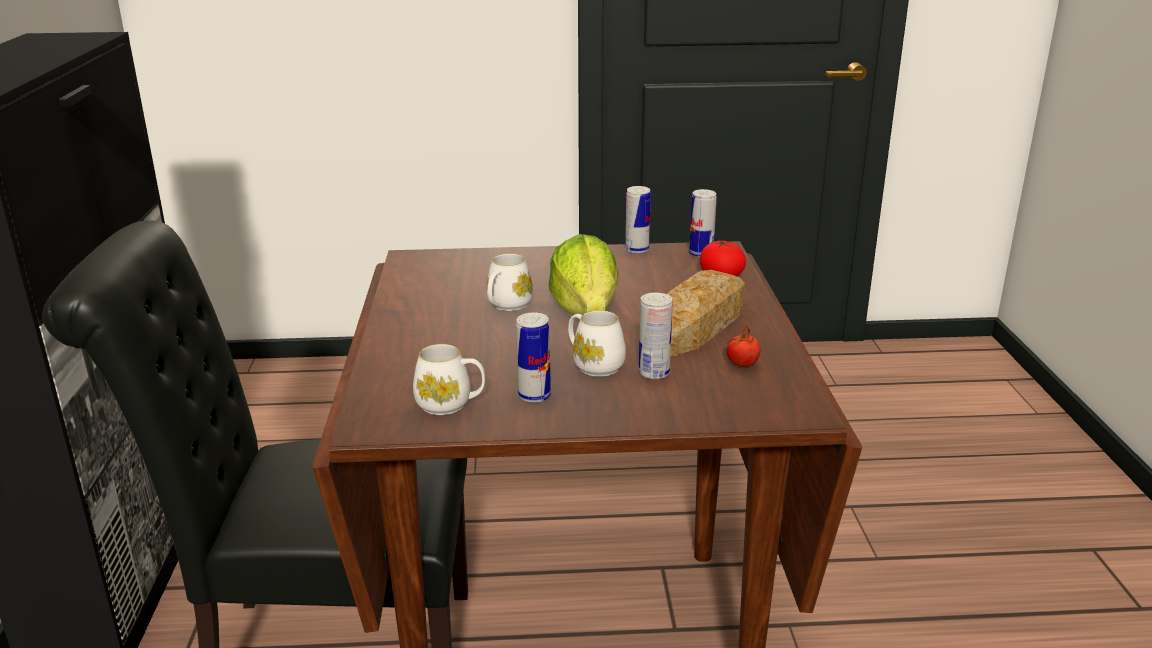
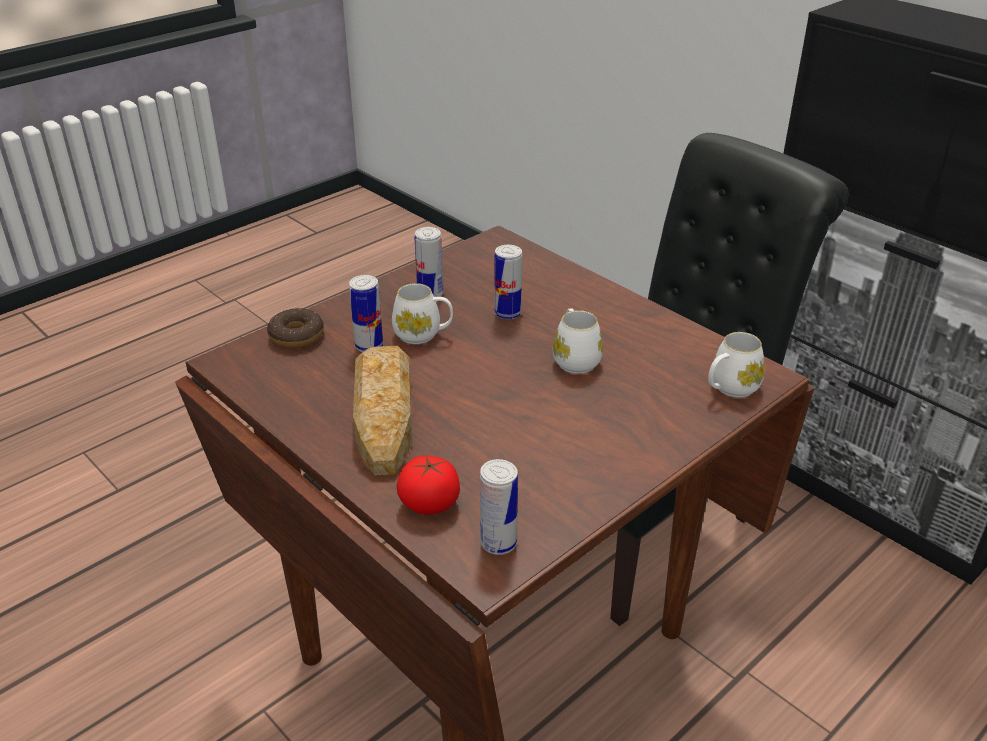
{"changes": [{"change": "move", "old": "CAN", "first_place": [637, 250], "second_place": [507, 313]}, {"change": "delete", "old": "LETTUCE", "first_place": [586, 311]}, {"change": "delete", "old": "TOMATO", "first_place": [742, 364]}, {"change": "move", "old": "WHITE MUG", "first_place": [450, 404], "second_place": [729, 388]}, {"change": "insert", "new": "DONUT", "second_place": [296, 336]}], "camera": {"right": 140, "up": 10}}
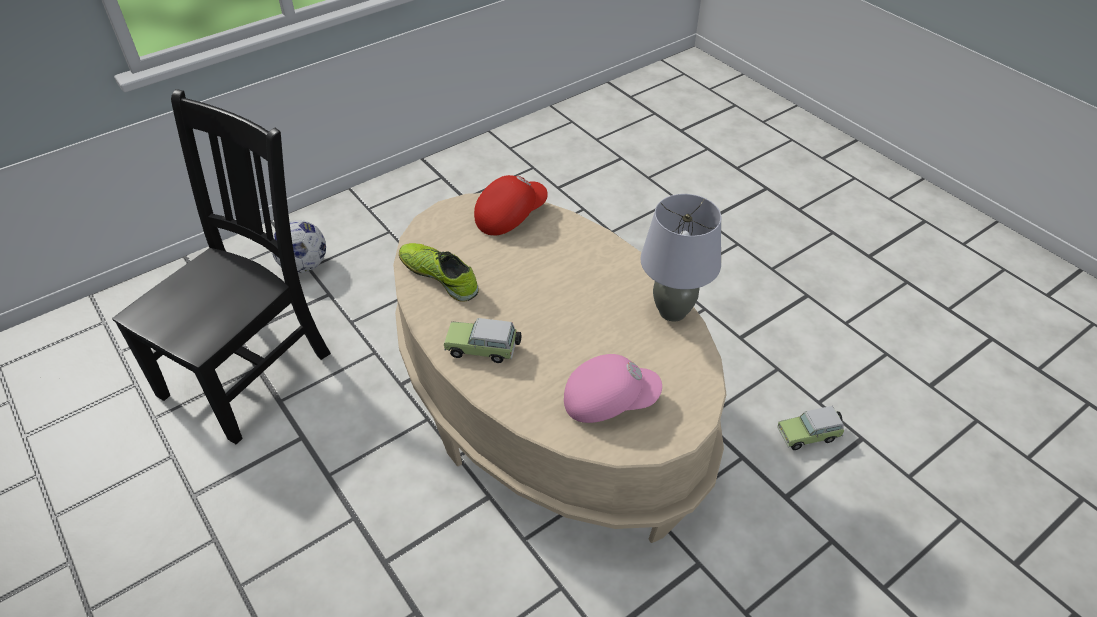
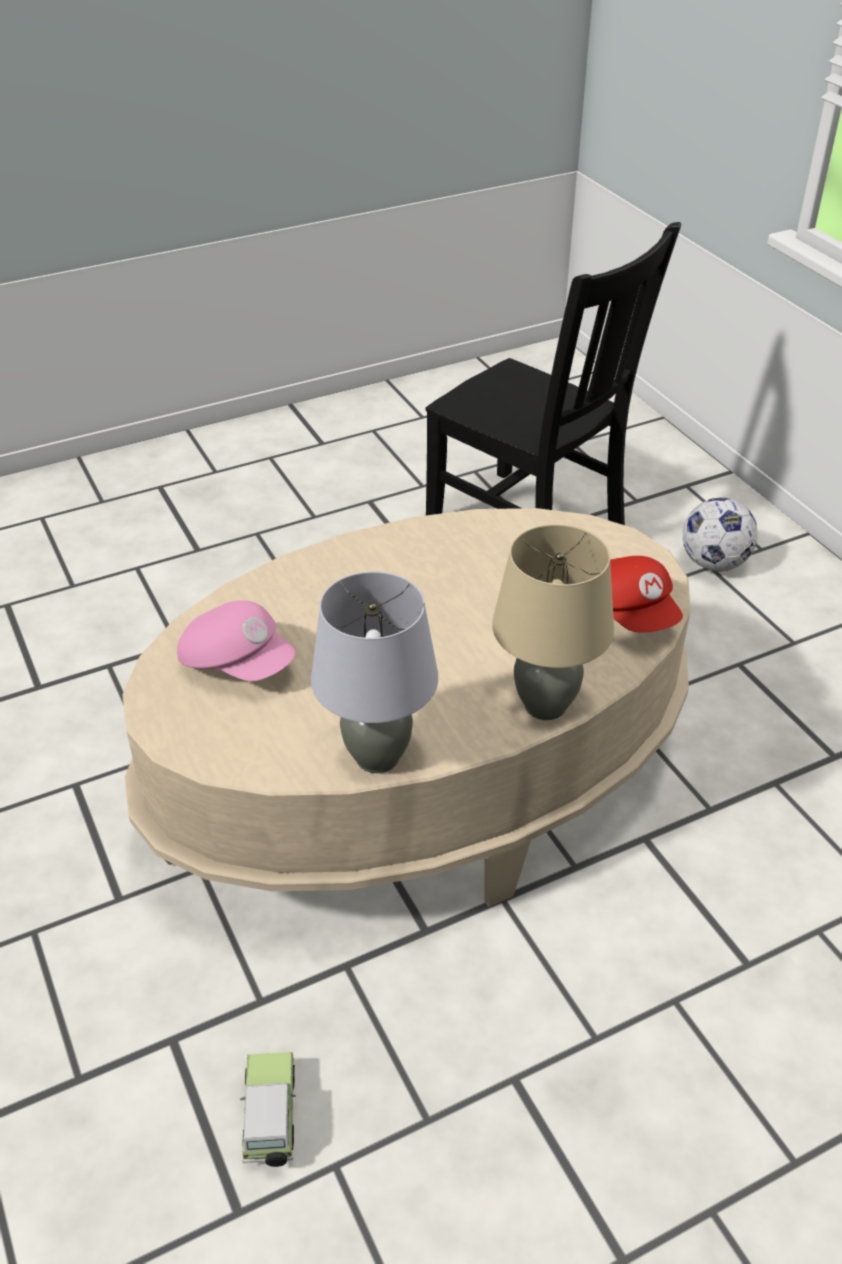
{"changes": [{"change": "delete", "old": "SHOE", "first_place": [439, 276]}, {"change": "delete", "old": "TOY CAR", "first_place": [484, 349]}, {"change": "rotate", "old": "PINK CAP", "first_place": [609, 400], "second_place": [238, 663], "degrees": -60}, {"change": "insert", "new": "BEIGE TABLE LAMP", "second_place": [545, 705]}], "camera": {"right": 100, "up": -5}}
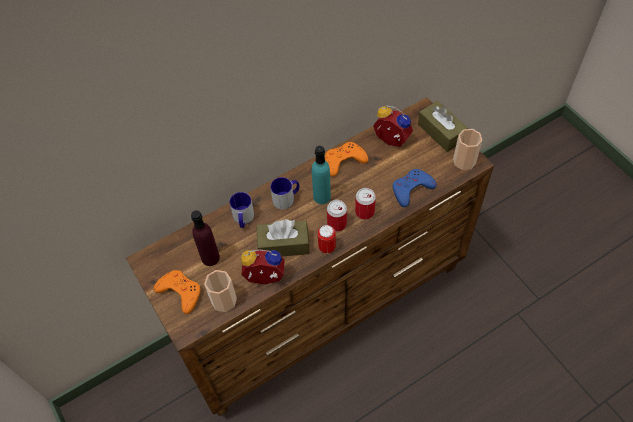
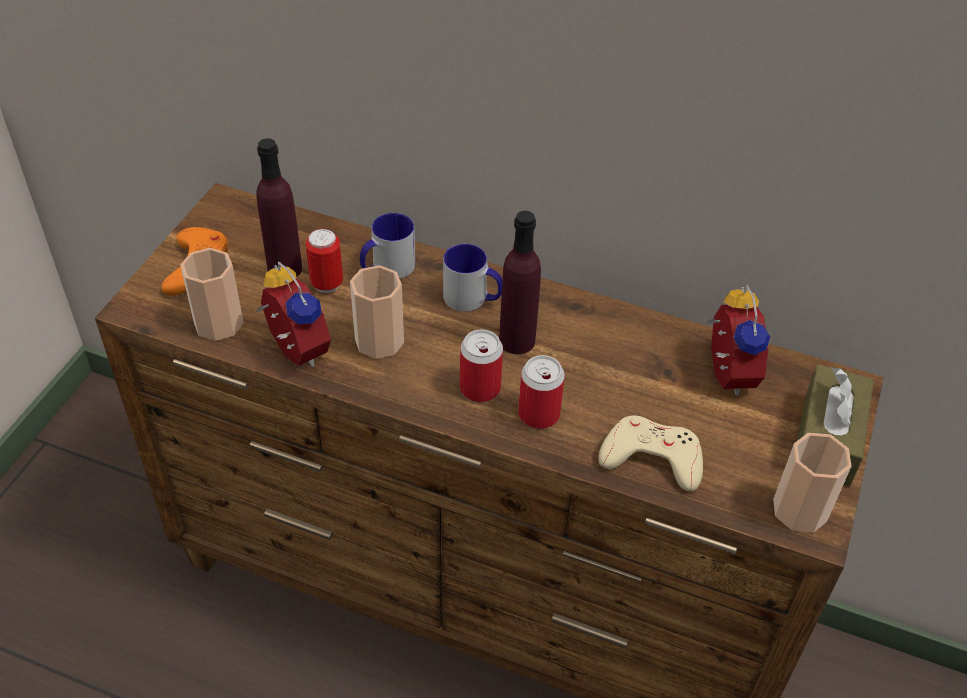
{"changes": [{"change": "delete", "old": "ORANGE GAME CONTROLLER", "first_place": [344, 161]}, {"change": "recolor", "old": "TURQUOISE BOTTLE", "new": "PURPLE BOTTLE", "first_place": [321, 196], "second_place": [517, 340]}, {"change": "recolor", "old": "BLUE GAME CONTROLLER", "new": "BEIGE GAME CONTROLLER", "first_place": [411, 189], "second_place": [651, 458]}, {"change": "replace", "old": "BROWN TISSUE BOX", "new": "CUP", "first_place": [283, 245], "second_place": [379, 341]}, {"change": "move", "old": "CAN", "first_place": [327, 247], "second_place": [327, 284]}], "camera": {"right": 50, "up": -10}}
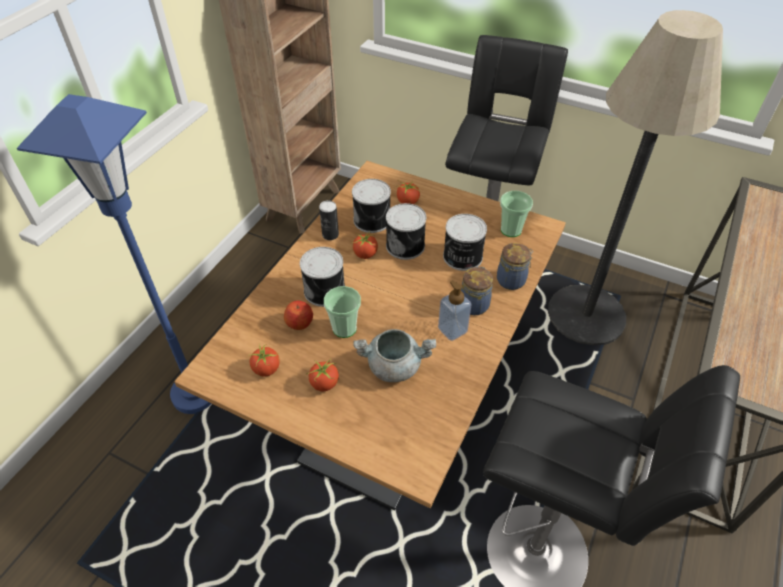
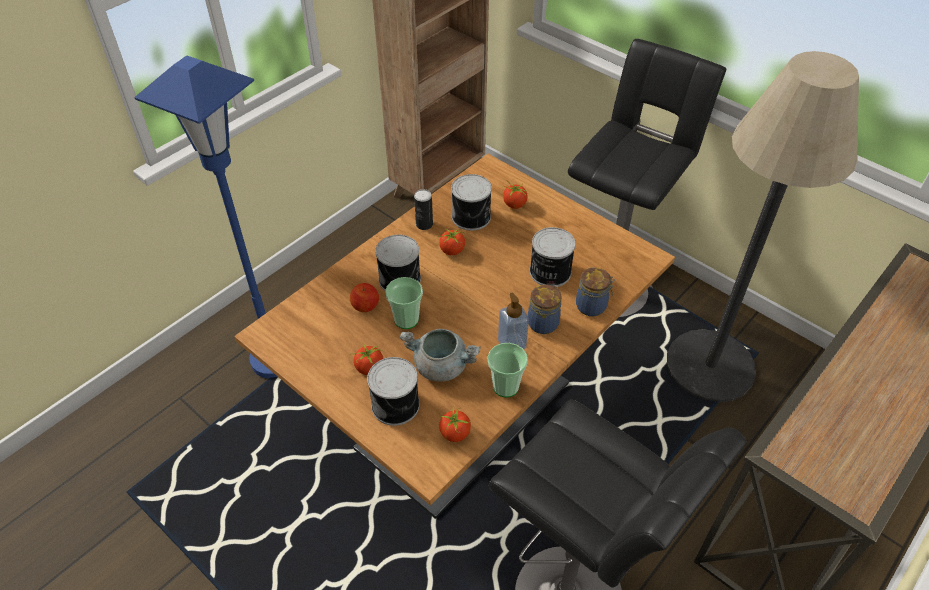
{"changes": [{"change": "move", "old": "CUP", "first_place": [511, 230], "second_place": [505, 386]}, {"change": "move", "old": "CAN", "first_place": [406, 245], "second_place": [396, 404]}, {"change": "move", "old": "TOMATO", "first_place": [266, 369], "second_place": [455, 434]}], "camera": {"right": 15, "up": 0}}
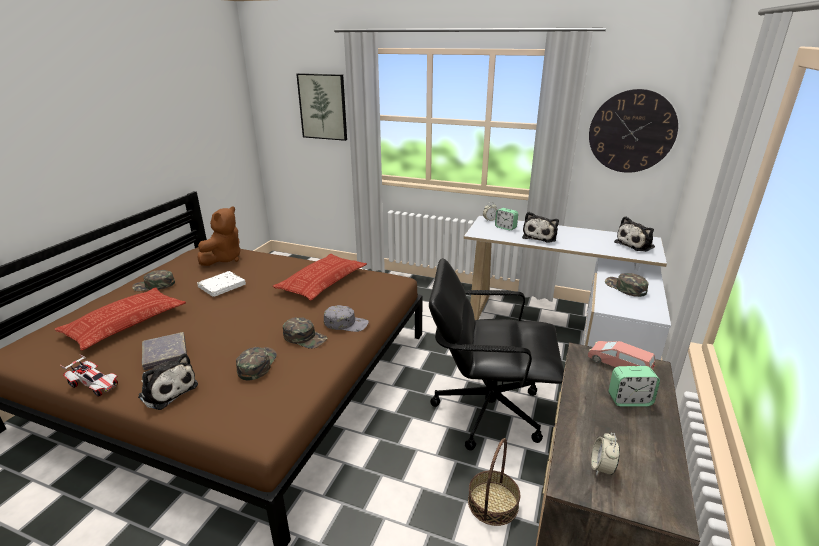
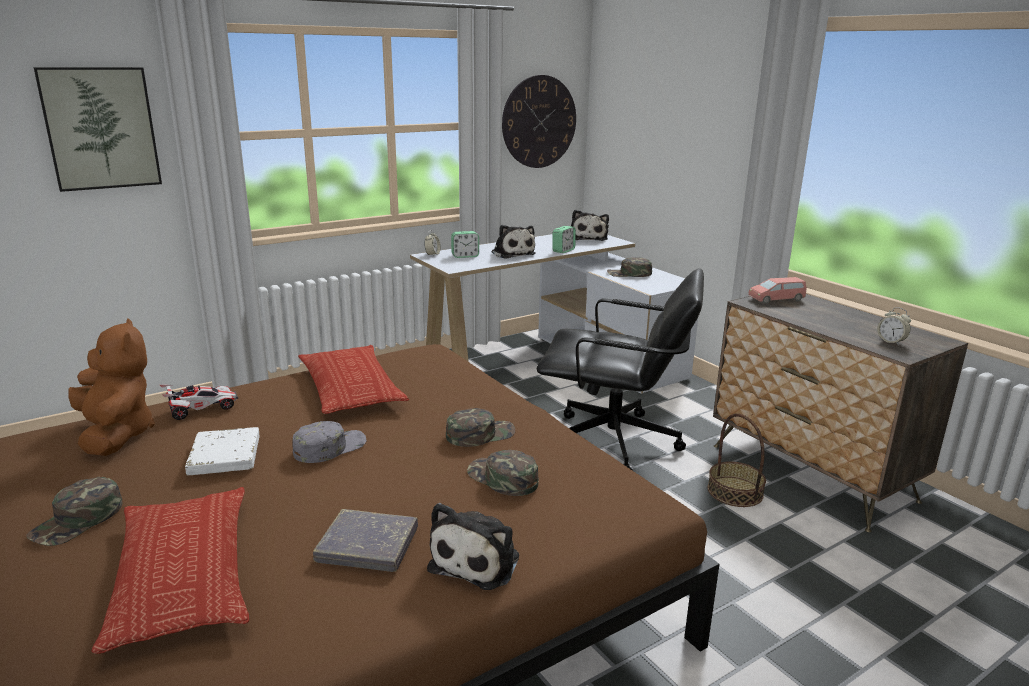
{"changes": [{"change": "rotate", "old": "BLACK OFFICE CHAIR", "first_place": [487, 409], "second_place": [615, 443], "degrees": -120}, {"change": "move", "old": "GREY CAP", "first_place": [346, 323], "second_place": [329, 447]}, {"change": "rotate", "old": "PLUSH TOY", "first_place": [167, 390], "second_place": [478, 560], "degrees": 135}, {"change": "move", "old": "TOY CAR", "first_place": [95, 385], "second_place": [201, 409]}, {"change": "move", "old": "ALARM CLOCK", "first_place": [629, 400], "second_place": [563, 250]}], "camera": {"right": -55, "up": -5}}
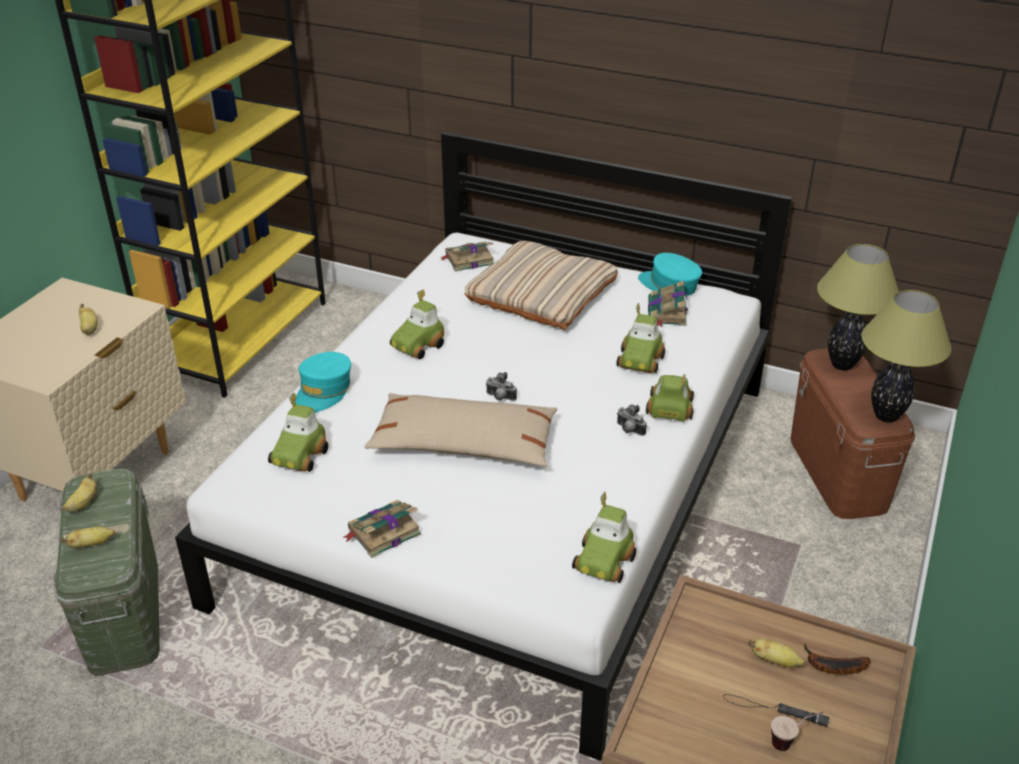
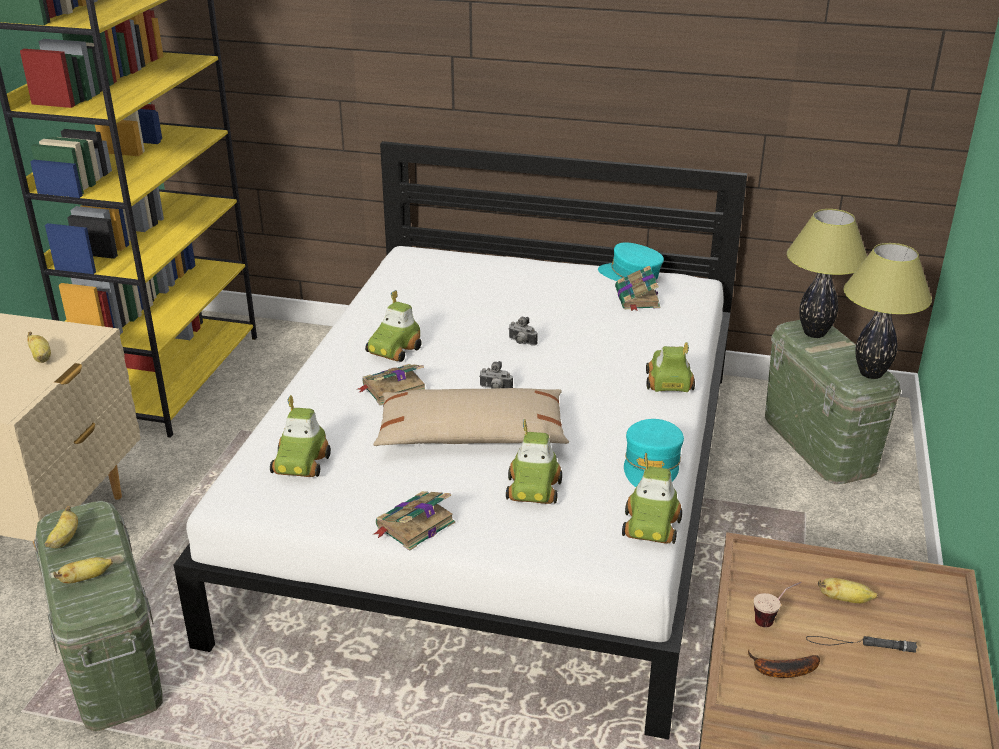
{"changes": [{"change": "delete", "old": "BEIGE PILLOW", "first_place": [541, 293]}, {"change": "move", "old": "BOOK", "first_place": [468, 260], "second_place": [392, 389]}, {"change": "move", "old": "TOY CAR", "first_place": [641, 361], "second_place": [534, 490]}, {"change": "recolor", "old": "BROWN STORAGE BOX", "new": "GREEN STORAGE BOX", "first_place": [837, 472], "second_place": [818, 443]}, {"change": "move", "old": "TURQUOISE CAP", "first_place": [323, 391], "second_place": [652, 465]}, {"change": "move", "old": "PHOTO CAMERA", "first_place": [629, 430], "second_place": [521, 343]}, {"change": "move", "old": "BANANA", "first_place": [832, 666], "second_place": [781, 670]}, {"change": "move", "old": "CUP", "first_place": [791, 742], "second_place": [773, 619]}], "camera": {"right": -10, "up": -5}}
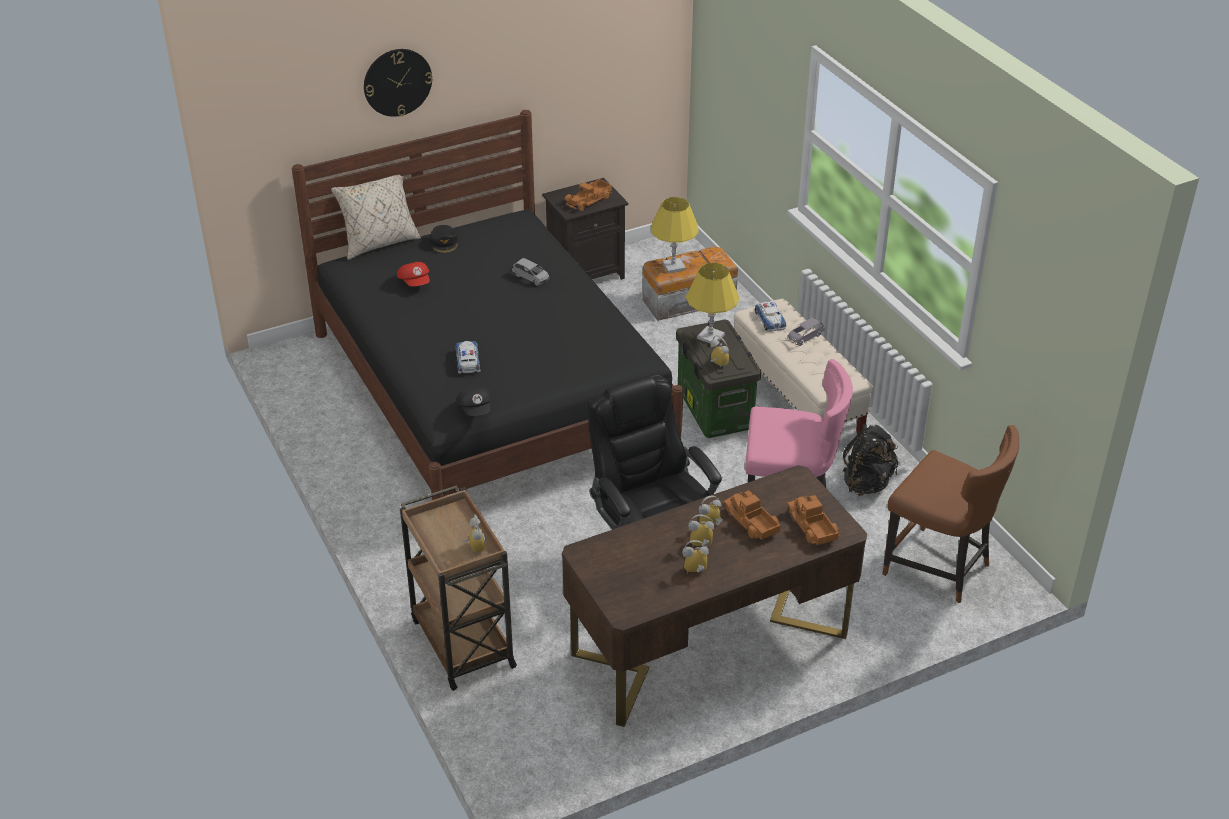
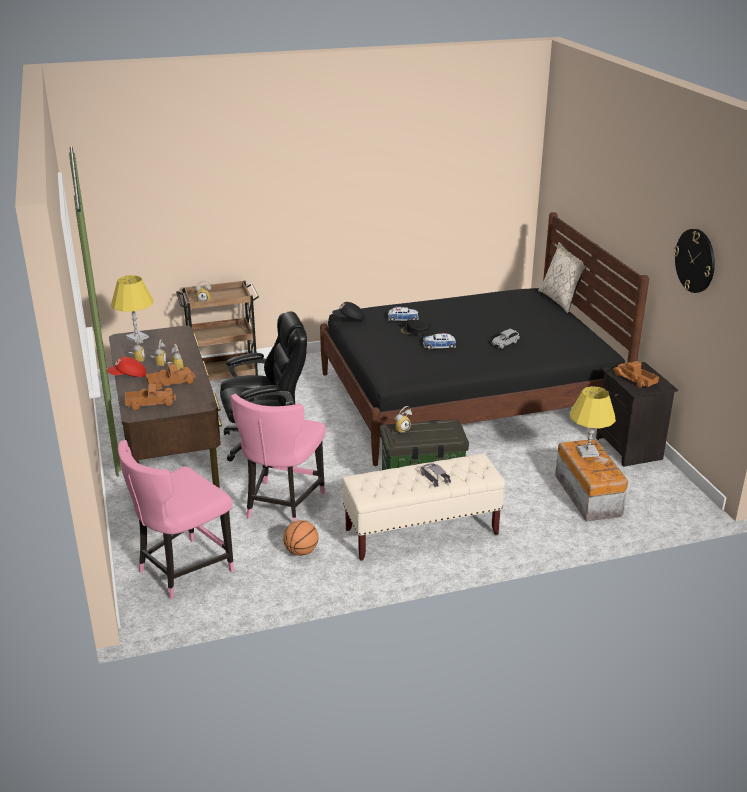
{"changes": [{"change": "move", "old": "WALL CLOCK", "first_place": [397, 82], "second_place": [695, 260]}, {"change": "move", "old": "BLACK CAP", "first_place": [444, 243], "second_place": [415, 331]}, {"change": "move", "old": "RED CAP", "first_place": [415, 282], "second_place": [128, 376]}, {"change": "move", "old": "YELLOW TABLE LAMP", "first_place": [710, 337], "second_place": [137, 337]}, {"change": "move", "old": "TOY CAR", "first_place": [770, 320], "second_place": [439, 345]}, {"change": "replace", "old": "BLACK BACKPACK", "new": "BASKETBALL", "first_place": [867, 483], "second_place": [301, 552]}, {"change": "recolor", "old": "BROWN CHAIR", "new": "PINK CHAIR", "first_place": [939, 568], "second_place": [182, 570]}], "camera": {"right": 100, "up": -10}}
